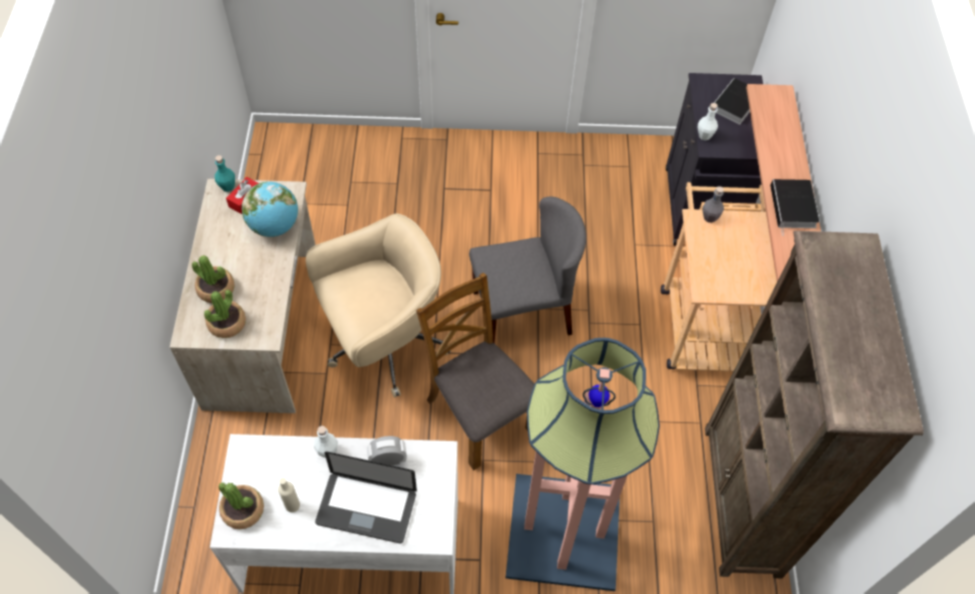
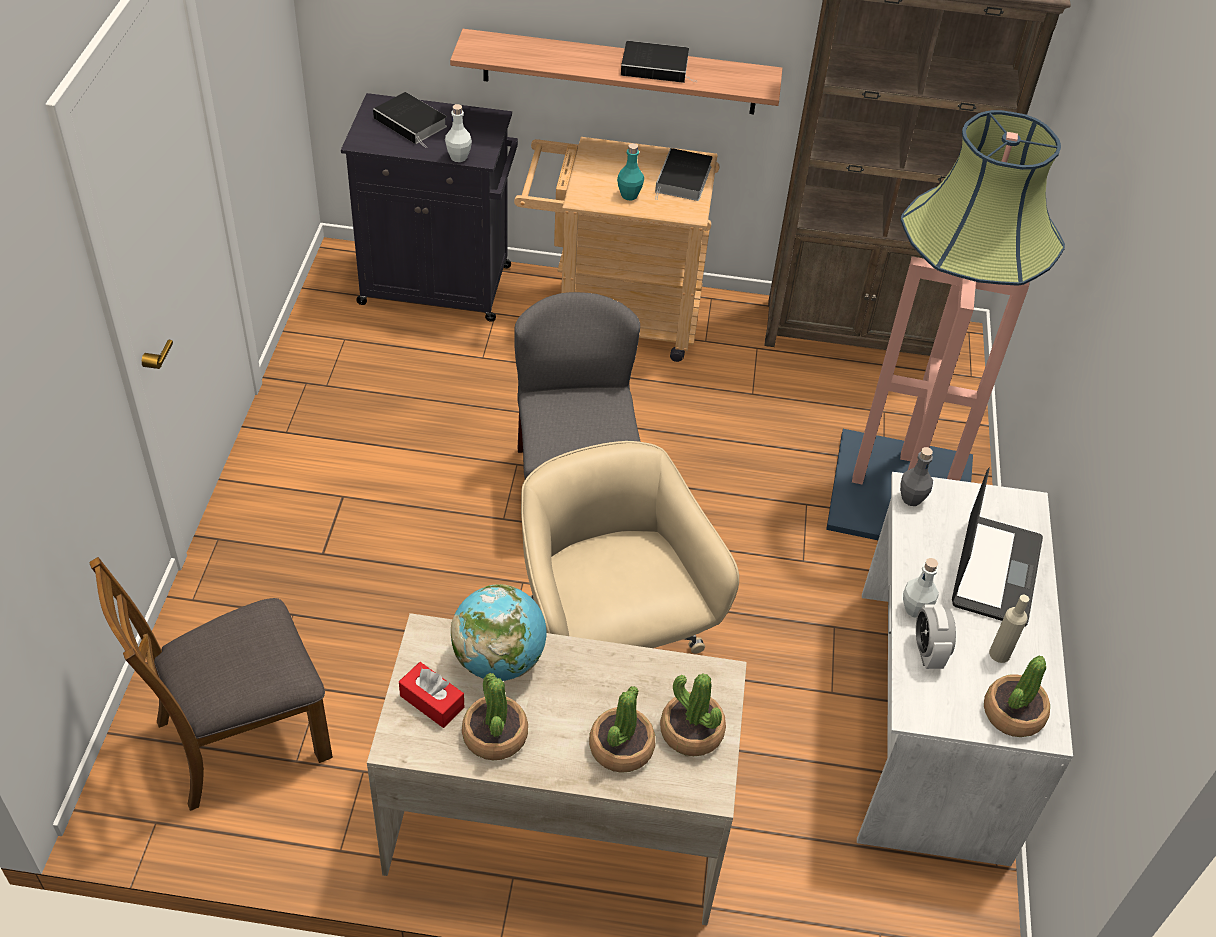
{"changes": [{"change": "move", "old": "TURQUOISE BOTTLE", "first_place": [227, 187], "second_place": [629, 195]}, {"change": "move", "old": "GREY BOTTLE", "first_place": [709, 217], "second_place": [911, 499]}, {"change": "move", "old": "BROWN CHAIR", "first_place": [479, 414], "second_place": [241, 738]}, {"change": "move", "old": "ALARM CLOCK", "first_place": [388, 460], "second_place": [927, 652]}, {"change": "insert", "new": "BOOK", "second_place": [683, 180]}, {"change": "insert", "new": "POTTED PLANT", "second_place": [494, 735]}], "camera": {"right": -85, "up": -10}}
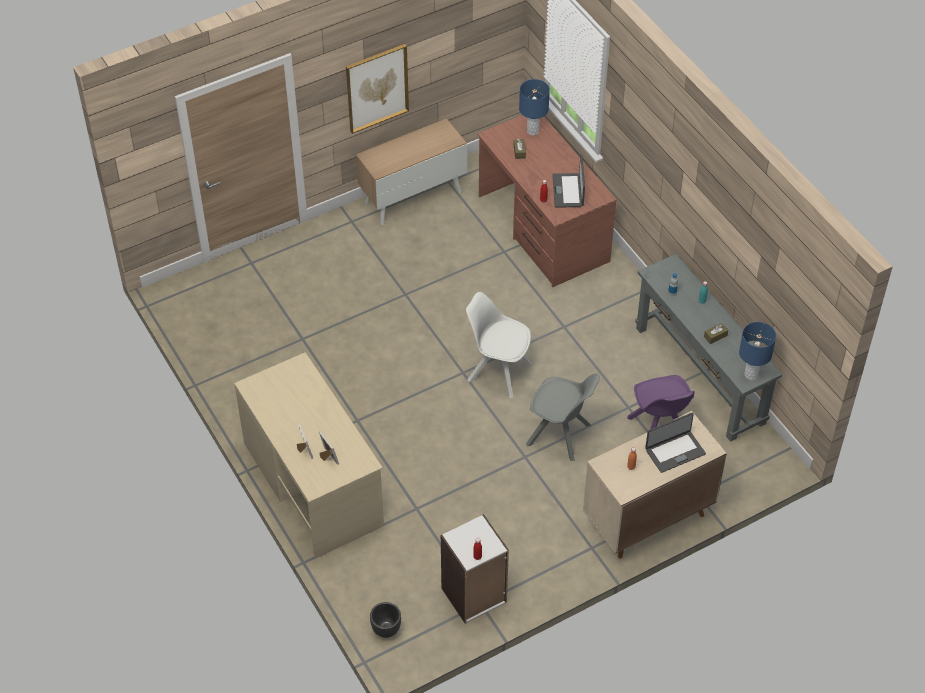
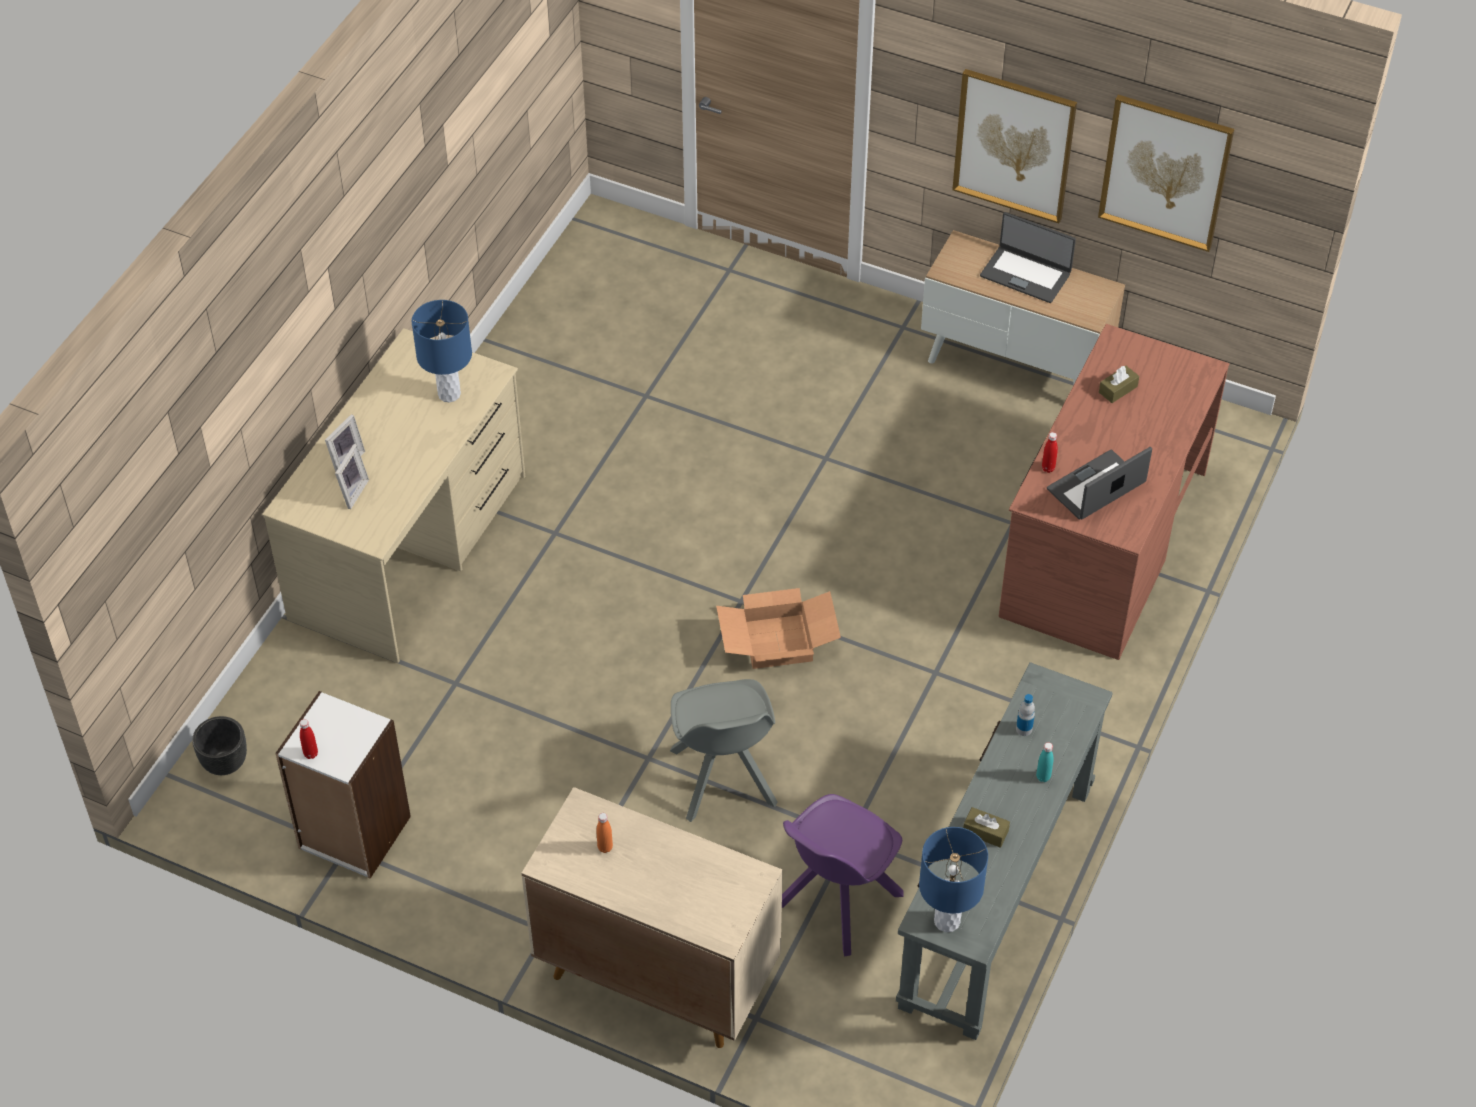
{"changes": [{"change": "move", "old": "BLUE TABLE LAMP", "first_place": [533, 131], "second_place": [449, 394]}, {"change": "replace", "old": "WHITE CHAIR", "new": "CARDBOARD BOX", "first_place": [498, 371], "second_place": [778, 640]}, {"change": "move", "old": "LAPTOP", "first_place": [674, 451], "second_place": [1026, 274]}, {"change": "insert", "new": "PICTURE", "second_place": [1165, 172]}], "camera": {"right": 55, "up": 0}}
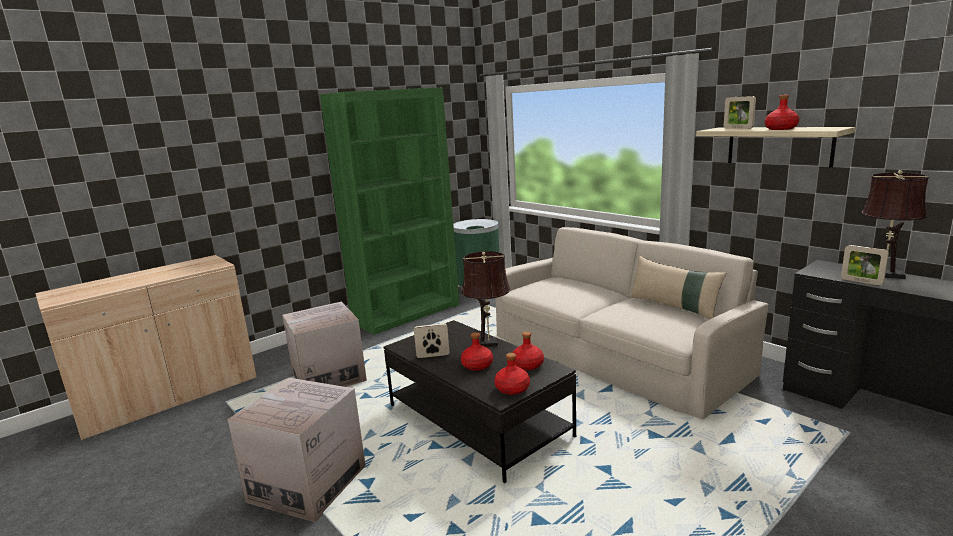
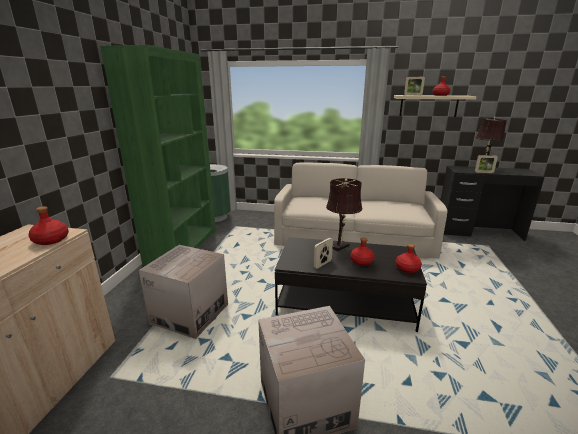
{"changes": [{"change": "delete", "old": "BEIGE PILLOW", "first_place": [674, 306]}, {"change": "move", "old": "RED BOTTLE", "first_place": [527, 365], "second_place": [51, 240]}], "camera": {"right": -40, "up": 5}}
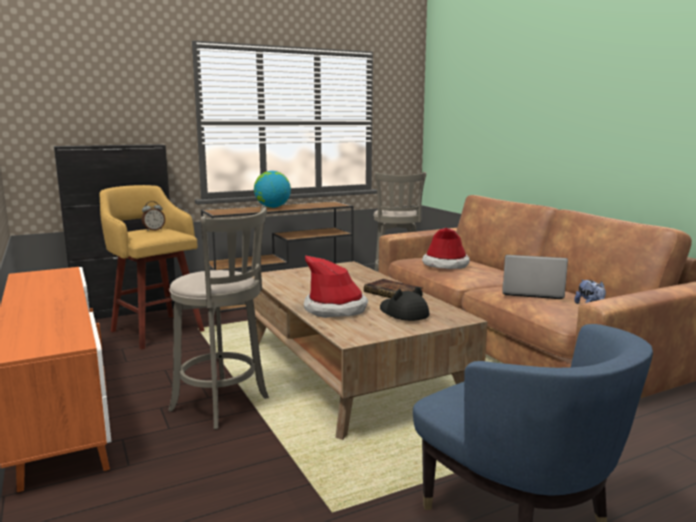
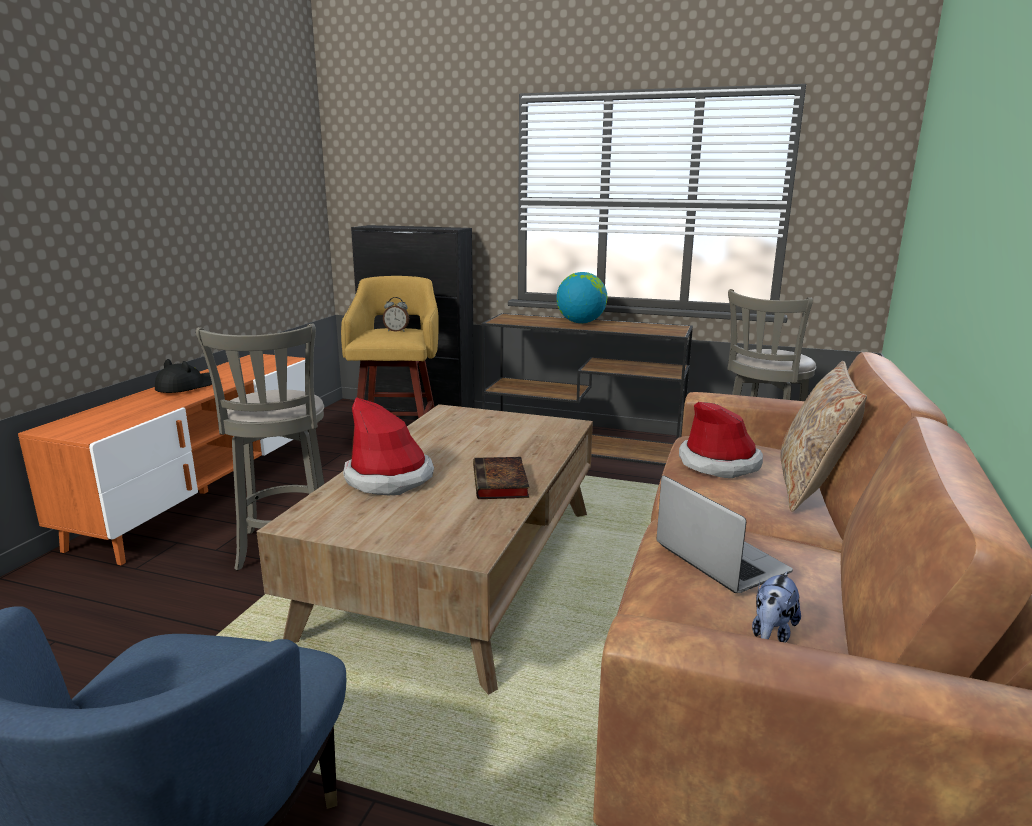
{"changes": [{"change": "move", "old": "BLACK HAT", "first_place": [403, 313], "second_place": [187, 386]}, {"change": "insert", "new": "BEIGE PILLOW", "second_place": [810, 487]}], "camera": {"right": 45, "up": 5}}
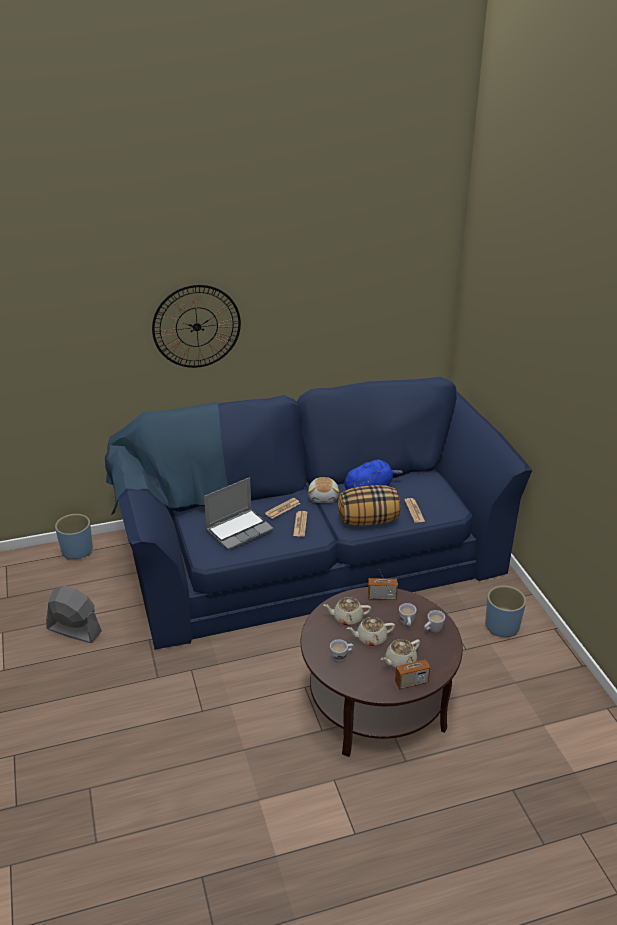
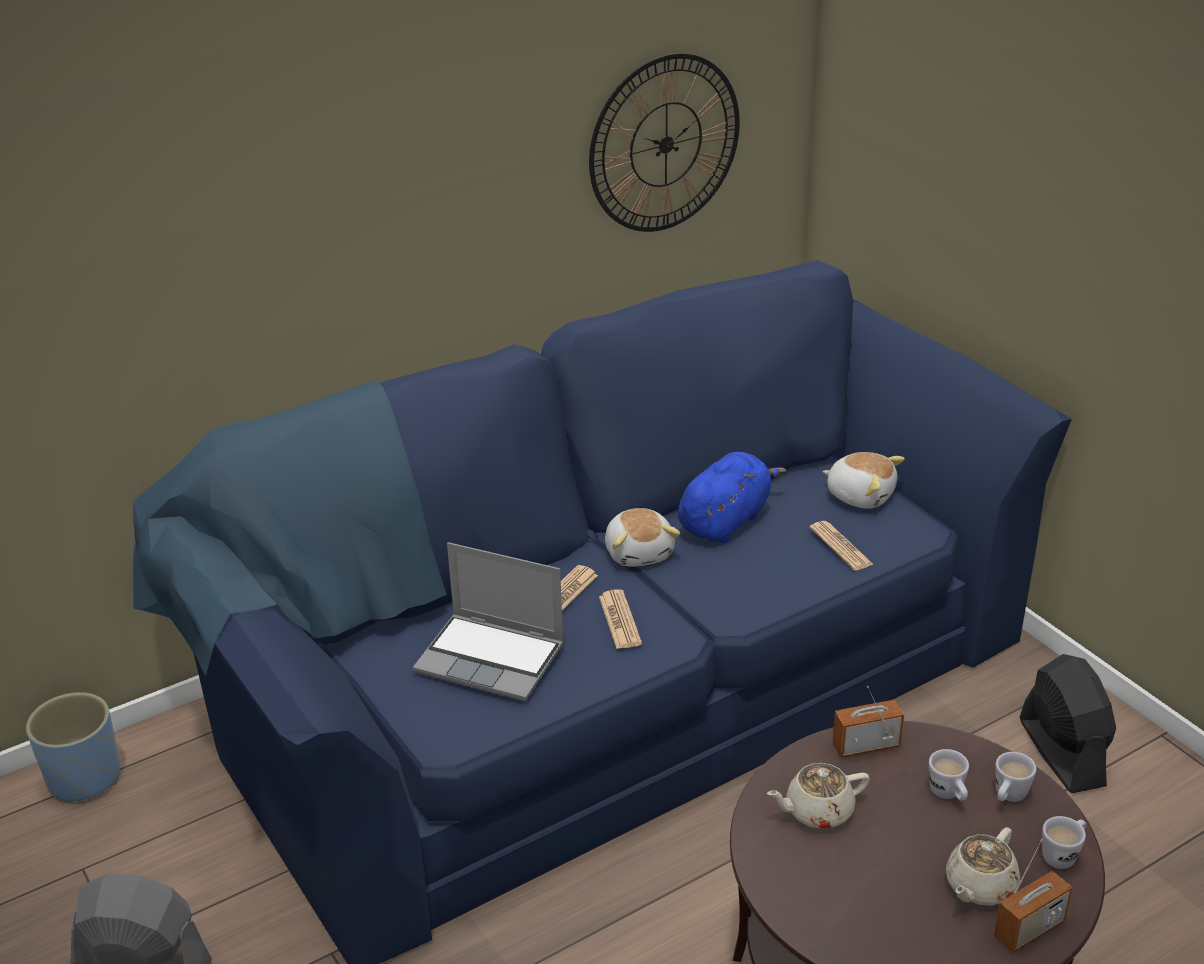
{"changes": [{"change": "move", "old": "WALL CLOCK", "first_place": [196, 326], "second_place": [665, 144]}, {"change": "rotate", "old": "LAPTOP", "first_place": [239, 530], "second_place": [492, 658], "degrees": 75}, {"change": "delete", "old": "PILLOW", "first_place": [368, 520]}, {"change": "replace", "old": "BLUE PLANTER", "new": "BLACK FAN", "first_place": [501, 626], "second_place": [1061, 752]}, {"change": "delete", "old": "BEIGE TEAPOT", "first_place": [370, 638]}, {"change": "move", "old": "WHITE MUG", "first_place": [341, 657], "second_place": [1063, 854]}, {"change": "insert", "new": "PLUSH TOY", "second_place": [860, 495]}], "camera": {"right": -15, "up": 0}}
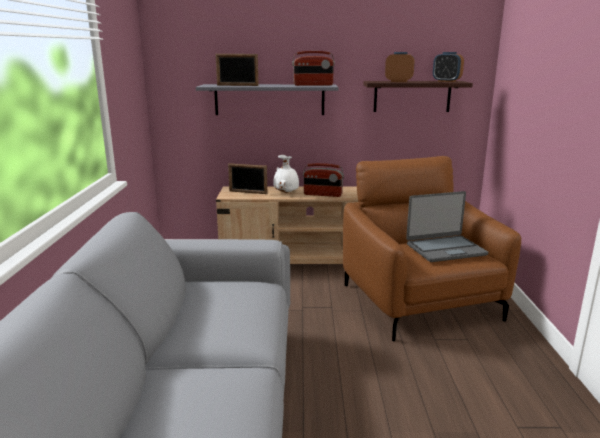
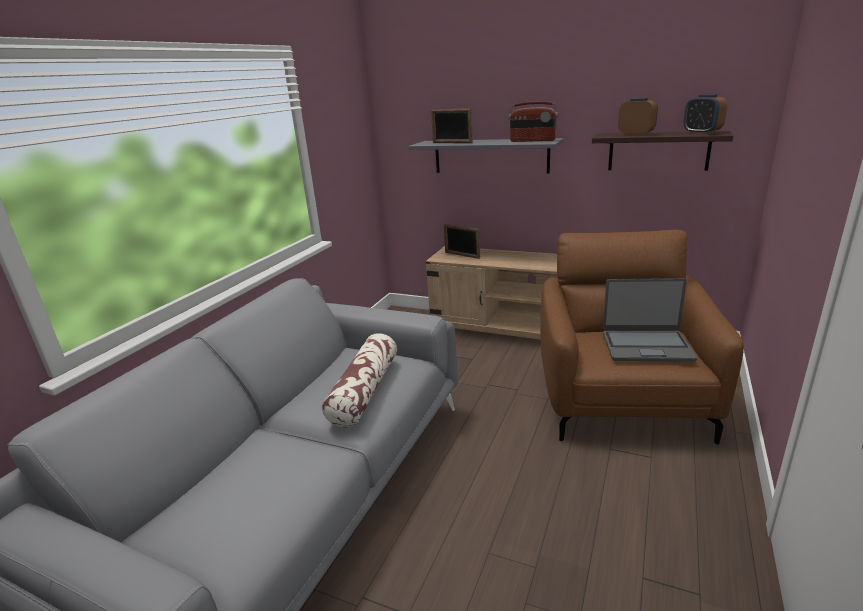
{"changes": [{"change": "delete", "old": "WHITE VASE", "first_place": [286, 192]}, {"change": "delete", "old": "RADIO", "first_place": [323, 194]}, {"change": "insert", "new": "PILLOW", "second_place": [365, 390]}], "camera": {"right": 25, "up": 5}}
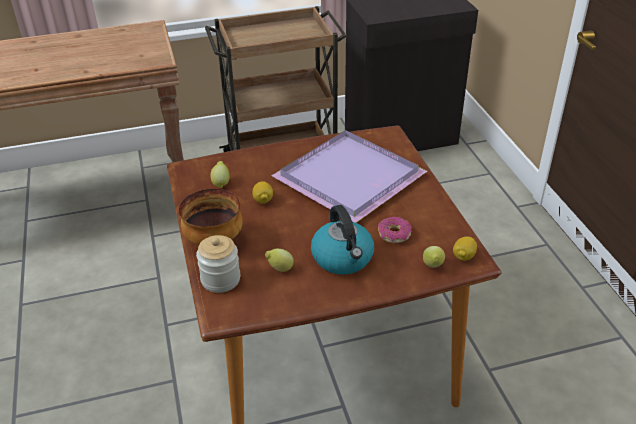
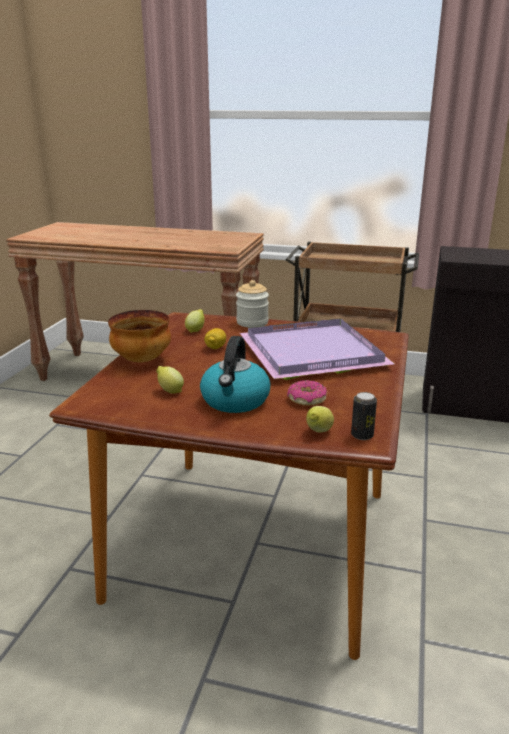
{"changes": [{"change": "move", "old": "JAR", "first_place": [220, 279], "second_place": [252, 322]}, {"change": "replace", "old": "LEMON", "new": "CAN", "first_place": [463, 256], "second_place": [362, 435]}], "camera": {"right": 30, "up": -15}}
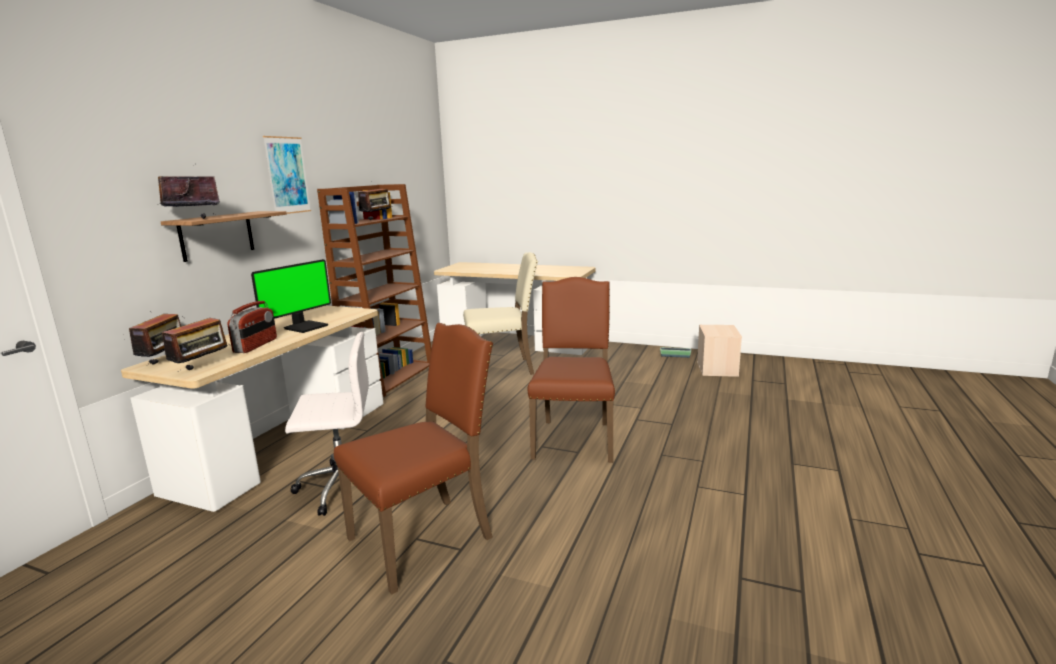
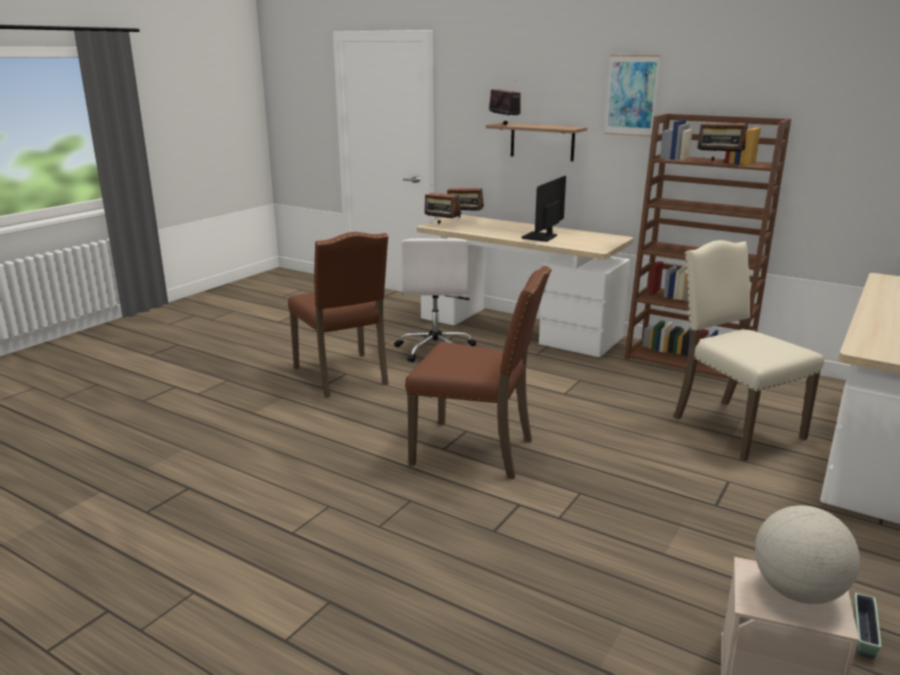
{"changes": [{"change": "rotate", "old": "BEIGE CHAIR", "first_place": [502, 368], "second_place": [733, 427], "degrees": 150}, {"change": "rotate", "old": "MONITOR", "first_place": [305, 327], "second_place": [541, 237], "degrees": 75}, {"change": "delete", "old": "RADIO", "first_place": [256, 345]}, {"change": "insert", "new": "GLOBE", "second_place": [798, 592]}], "camera": {"right": 100, "up": 5}}
